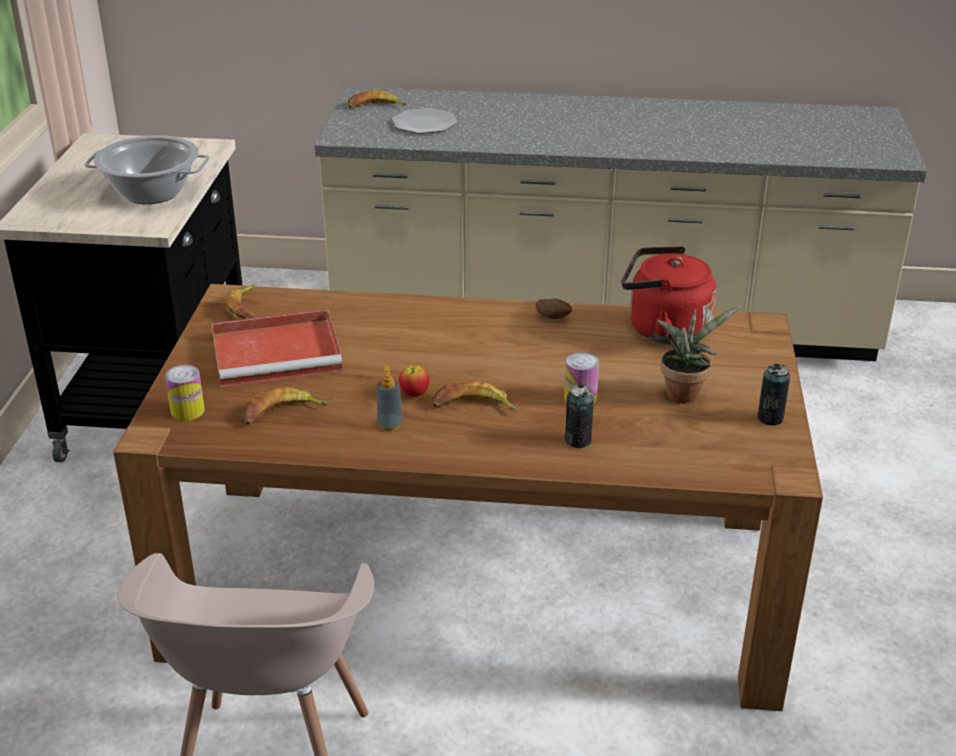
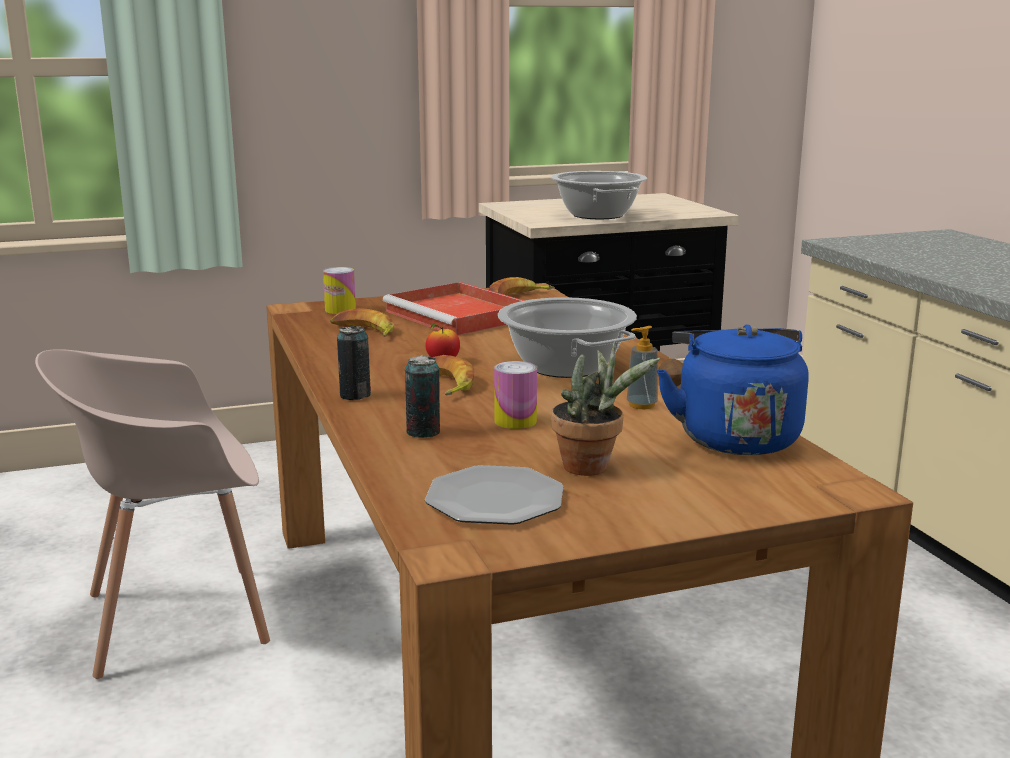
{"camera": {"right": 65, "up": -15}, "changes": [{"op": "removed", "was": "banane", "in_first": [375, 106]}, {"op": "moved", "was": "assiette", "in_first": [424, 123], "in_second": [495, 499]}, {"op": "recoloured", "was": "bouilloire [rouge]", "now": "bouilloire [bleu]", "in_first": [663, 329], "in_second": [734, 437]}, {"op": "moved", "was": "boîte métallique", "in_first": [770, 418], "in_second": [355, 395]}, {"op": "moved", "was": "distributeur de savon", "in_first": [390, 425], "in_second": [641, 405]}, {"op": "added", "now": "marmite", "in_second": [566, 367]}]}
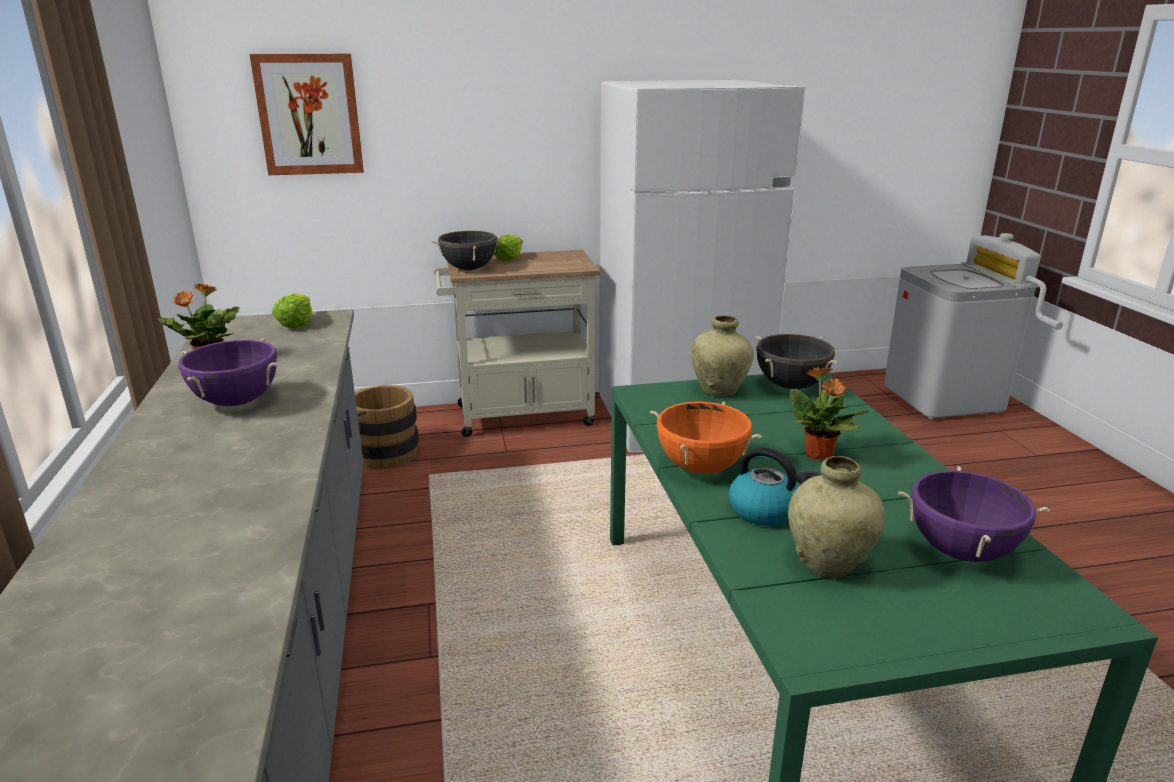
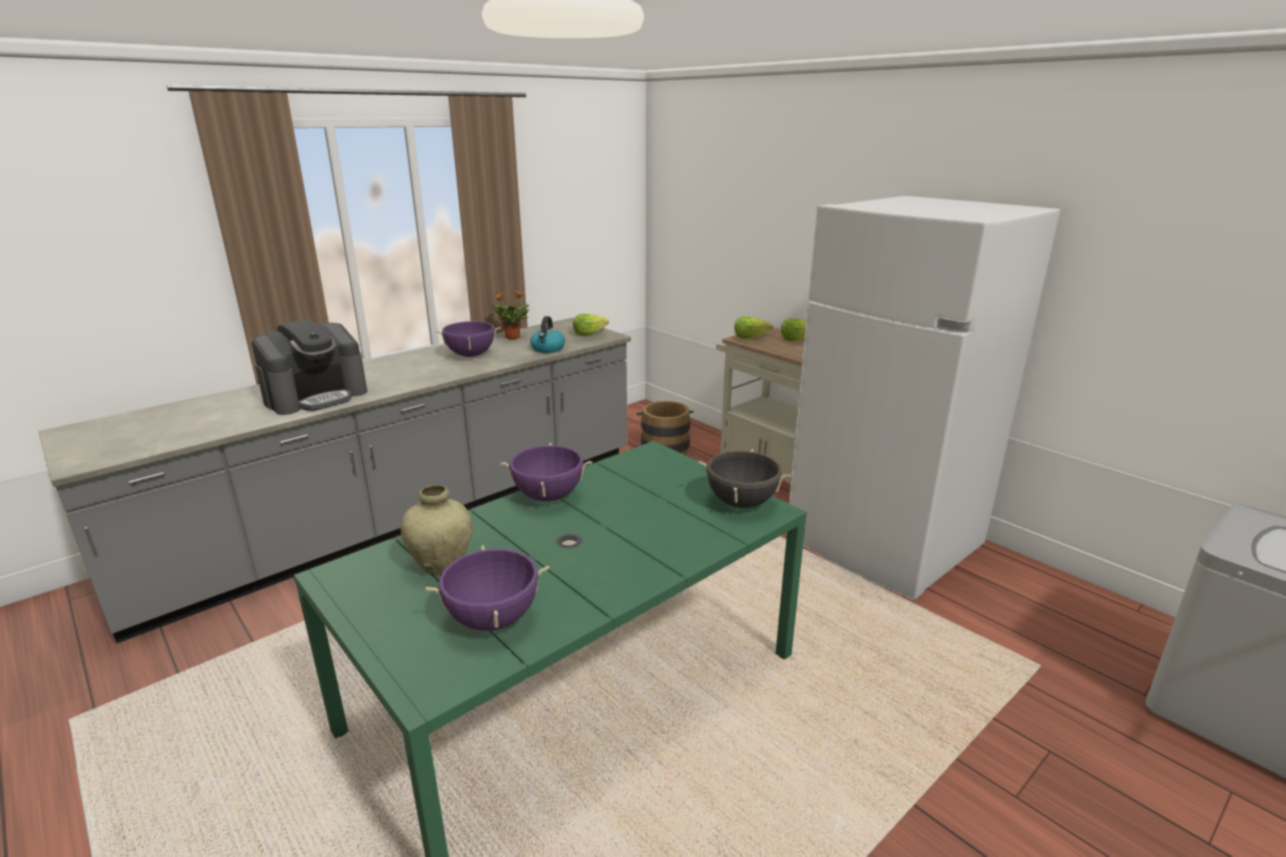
{"camera": {"right": 60, "up": 0}, "changes": [{"op": "removed", "was": "tableau", "in_first": [309, 115]}, {"op": "replaced", "was": "marmite [noir]", "now": "laitue", "in_first": [469, 269], "in_second": [750, 337]}, {"op": "removed", "was": "vase [beige]", "in_first": [719, 391]}, {"op": "removed", "was": "plante en pot", "in_first": [819, 455]}, {"op": "recoloured", "was": "marmite [orange]", "now": "marmite [violet]", "in_first": [700, 467], "in_second": [548, 496]}, {"op": "moved", "was": "bouilloire", "in_first": [765, 511], "in_second": [548, 349]}, {"op": "added", "now": "machine à café", "in_second": [316, 396]}]}
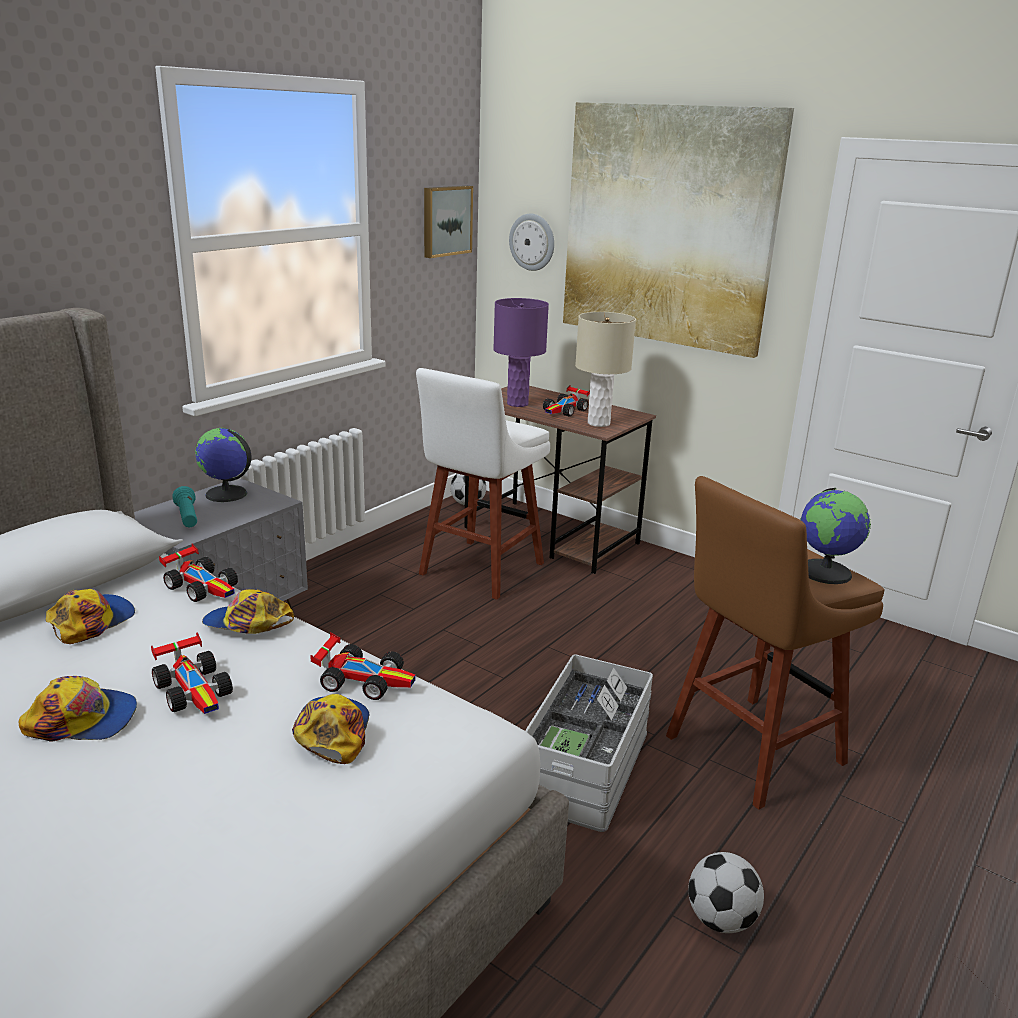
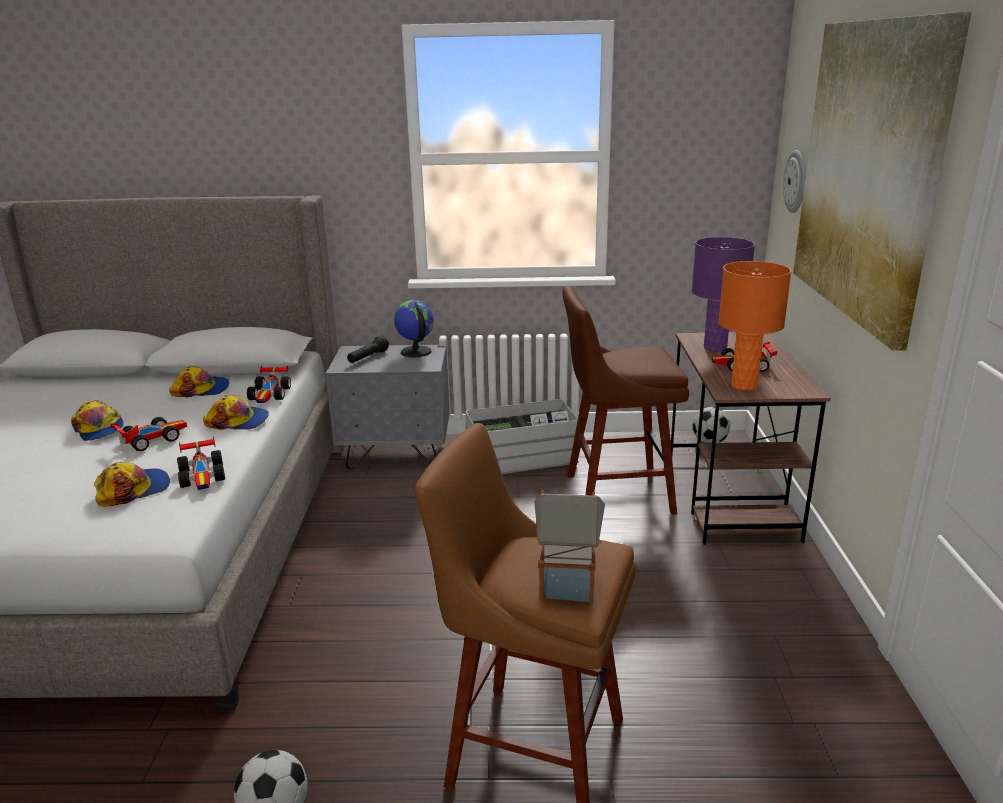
{"camera": {"right": 55, "up": 0}, "changes": [{"op": "removed", "was": "tableau", "in_first": [445, 221]}, {"op": "recoloured", "was": "lampe de table [beige]", "now": "lampe de table [orange]", "in_first": [598, 423], "in_second": [743, 385]}, {"op": "recoloured", "was": "tabouret [blanc]", "now": "tabouret [marron]", "in_first": [479, 570], "in_second": [616, 493]}, {"op": "recoloured", "was": "lampe de poche [turquoise]", "now": "lampe de poche [noir]", "in_first": [187, 517], "in_second": [368, 358]}, {"op": "replaced", "was": "globe", "now": "maison miniature", "in_first": [826, 572], "in_second": [569, 584]}, {"op": "turned", "was": "casquette", "in_first": [247, 624], "in_second": [238, 421], "clockwise": 120}, {"op": "turned", "was": "petite voiture", "in_first": [195, 689], "in_second": [151, 439], "clockwise": -150}, {"op": "moved", "was": "boîte de rangement [gris]", "in_first": [583, 765], "in_second": [521, 456]}]}
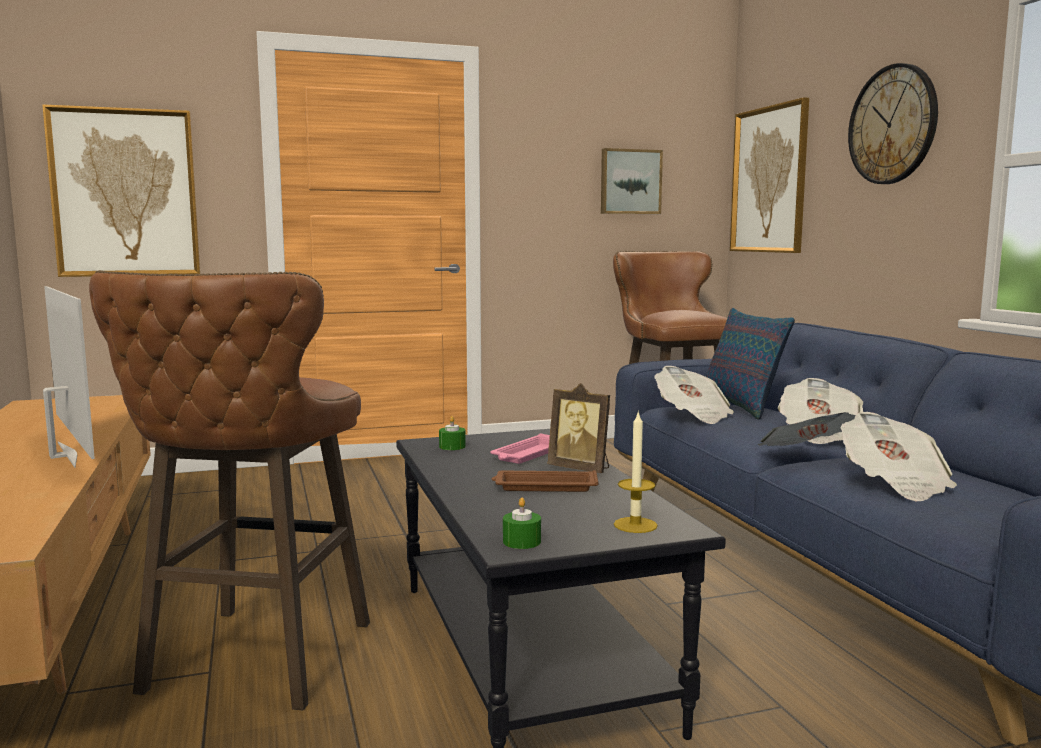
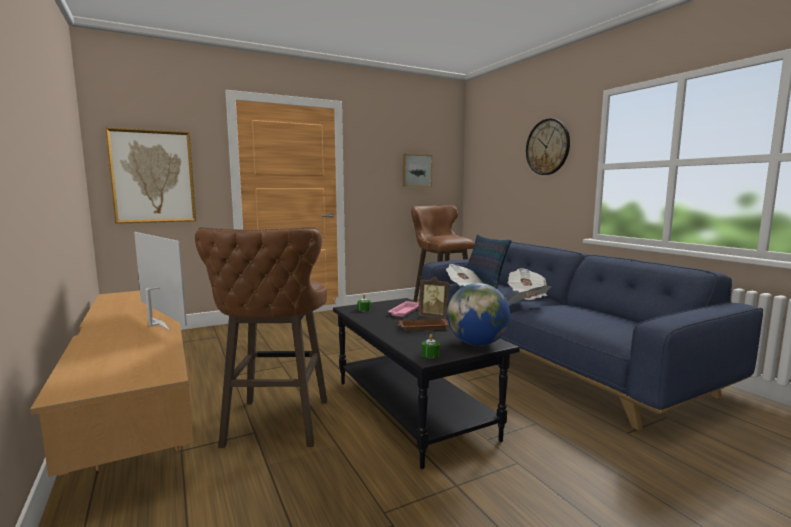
{"camera": {"right": -10, "up": 0}, "changes": [{"op": "removed", "was": "tableau", "in_first": [769, 180]}, {"op": "replaced", "was": "bougie", "now": "globe", "in_first": [635, 525], "in_second": [477, 343]}, {"op": "removed", "was": "journal", "in_first": [894, 484]}]}
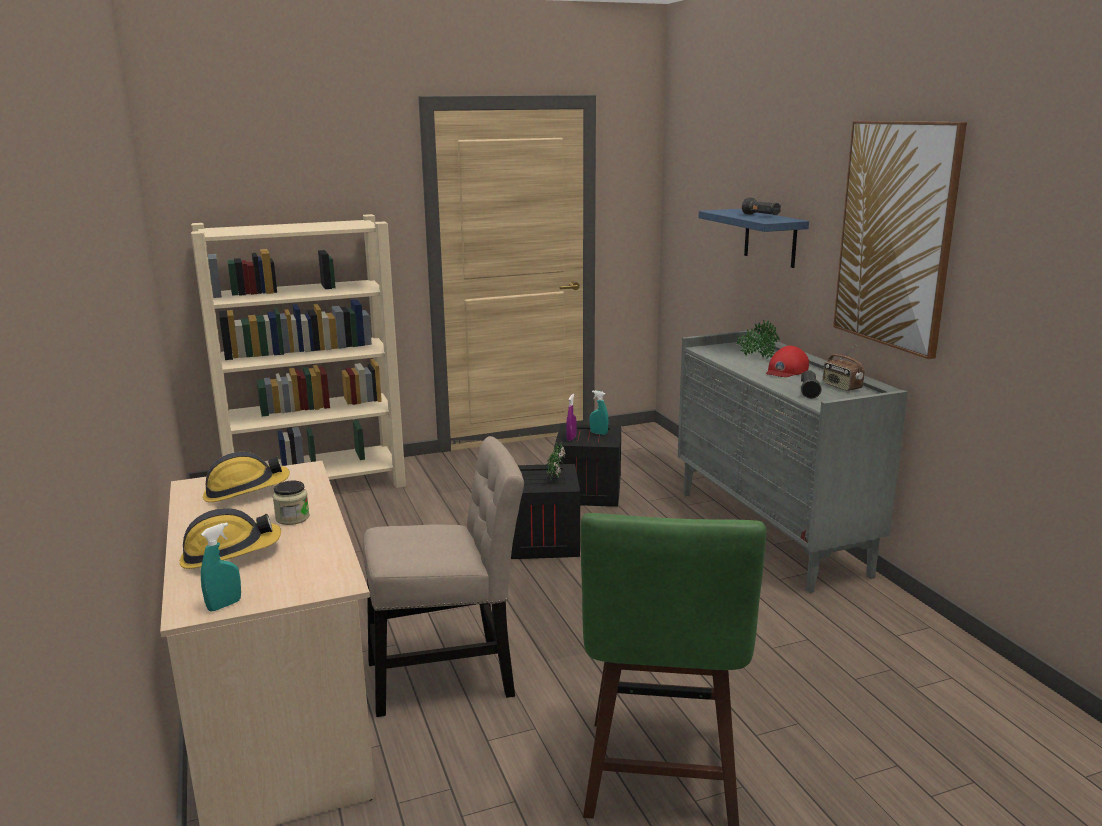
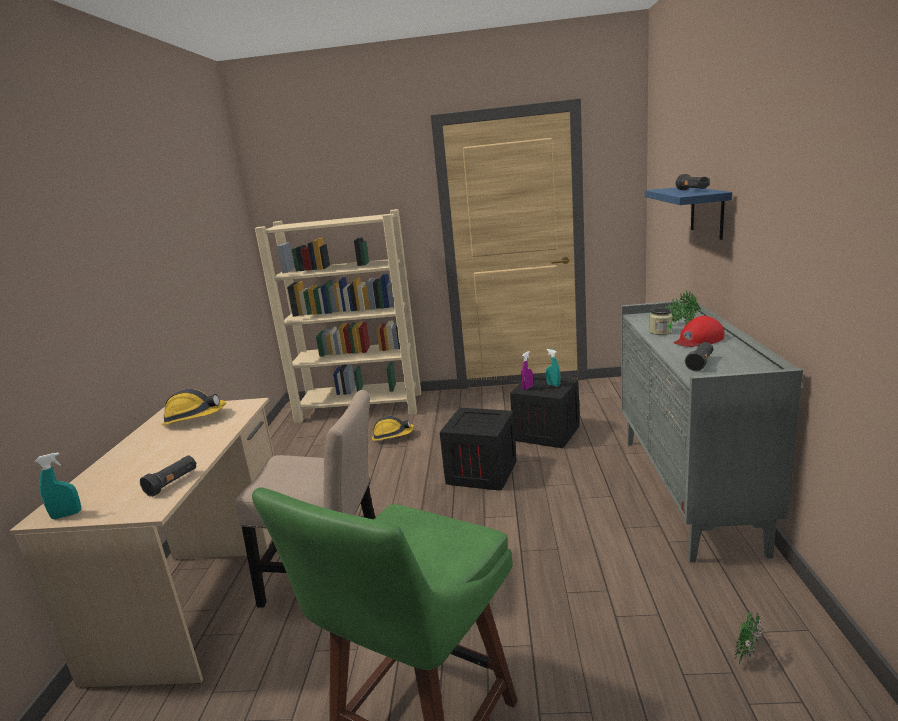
{"camera": {"right": 25, "up": 0}, "changes": [{"op": "removed", "was": "tableau", "in_first": [896, 235]}, {"op": "removed", "was": "radio", "in_first": [841, 387]}, {"op": "moved", "was": "plante en pot", "in_first": [556, 477], "in_second": [746, 652]}, {"op": "moved", "was": "bocal", "in_first": [292, 518], "in_second": [660, 332]}, {"op": "moved", "was": "casque de chantier", "in_first": [229, 553], "in_second": [392, 435]}, {"op": "added", "now": "lampe de poche [noir]", "in_second": [173, 483]}]}
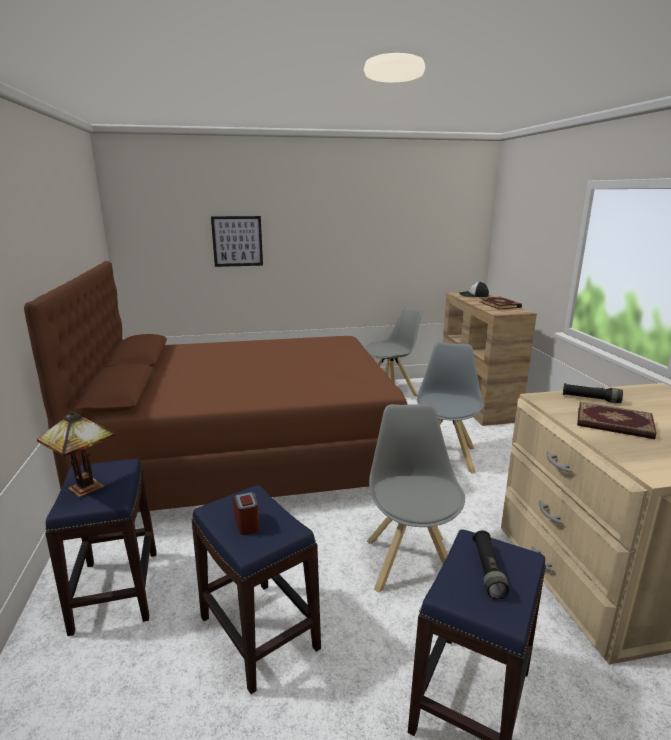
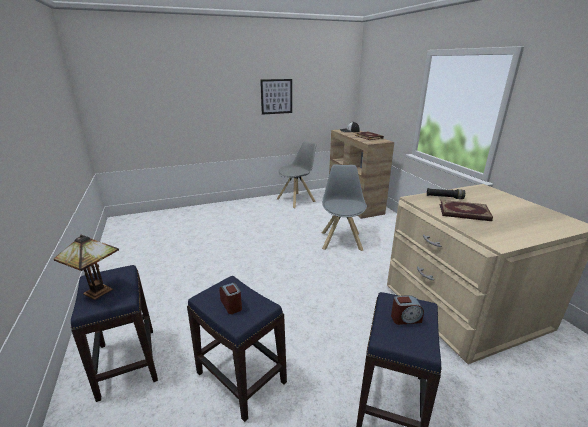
{"camera": {"right": -10, "up": 5}, "changes": [{"op": "moved", "was": "tableau", "in_first": [237, 241], "in_second": [276, 96]}, {"op": "removed", "was": "lit [marron]", "in_first": [250, 452]}, {"op": "removed", "was": "chaise [gris]", "in_first": [410, 560]}, {"op": "replaced", "was": "lampe de poche [noir]", "now": "réveil", "in_first": [488, 570], "in_second": [405, 318]}]}
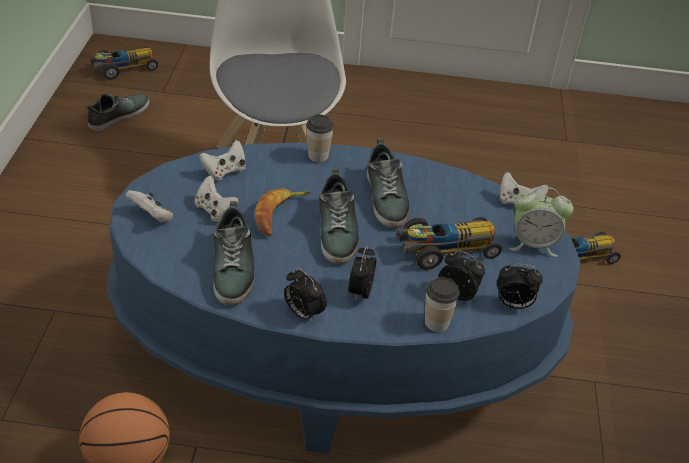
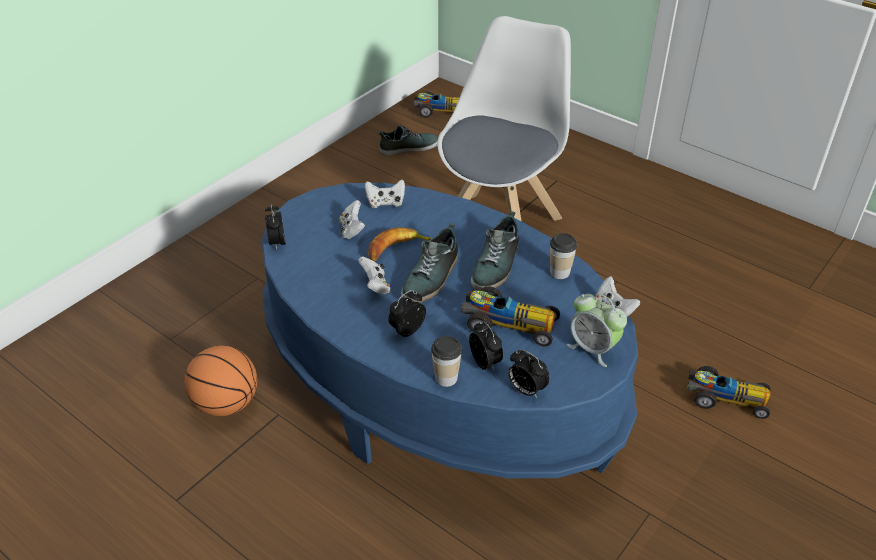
{"camera": {"right": 35, "up": 0}, "changes": [{"op": "moved", "was": "tasse", "in_first": [318, 156], "in_second": [560, 272]}, {"op": "moved", "was": "manette [blanc]", "in_first": [152, 217], "in_second": [375, 286]}, {"op": "removed", "was": "chaussure", "in_first": [234, 268]}, {"op": "moved", "was": "réveil", "in_first": [303, 313], "in_second": [277, 243]}]}
